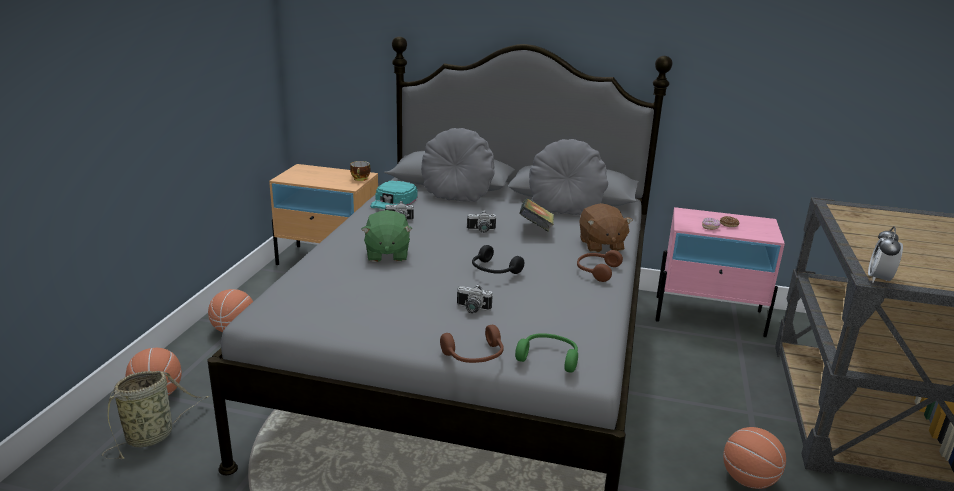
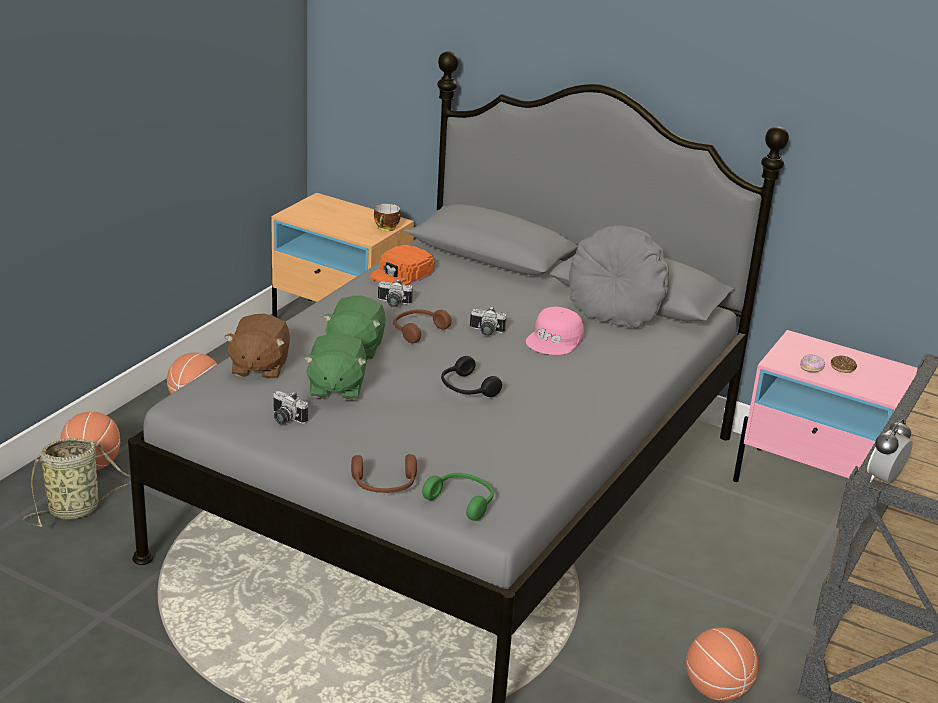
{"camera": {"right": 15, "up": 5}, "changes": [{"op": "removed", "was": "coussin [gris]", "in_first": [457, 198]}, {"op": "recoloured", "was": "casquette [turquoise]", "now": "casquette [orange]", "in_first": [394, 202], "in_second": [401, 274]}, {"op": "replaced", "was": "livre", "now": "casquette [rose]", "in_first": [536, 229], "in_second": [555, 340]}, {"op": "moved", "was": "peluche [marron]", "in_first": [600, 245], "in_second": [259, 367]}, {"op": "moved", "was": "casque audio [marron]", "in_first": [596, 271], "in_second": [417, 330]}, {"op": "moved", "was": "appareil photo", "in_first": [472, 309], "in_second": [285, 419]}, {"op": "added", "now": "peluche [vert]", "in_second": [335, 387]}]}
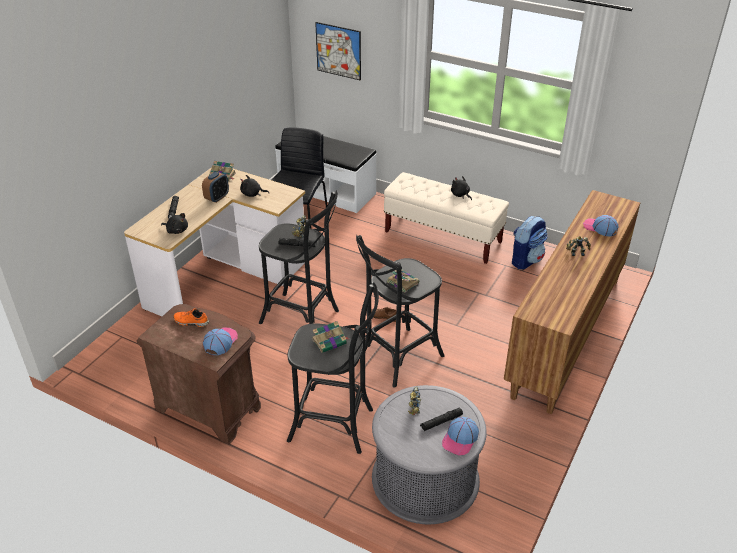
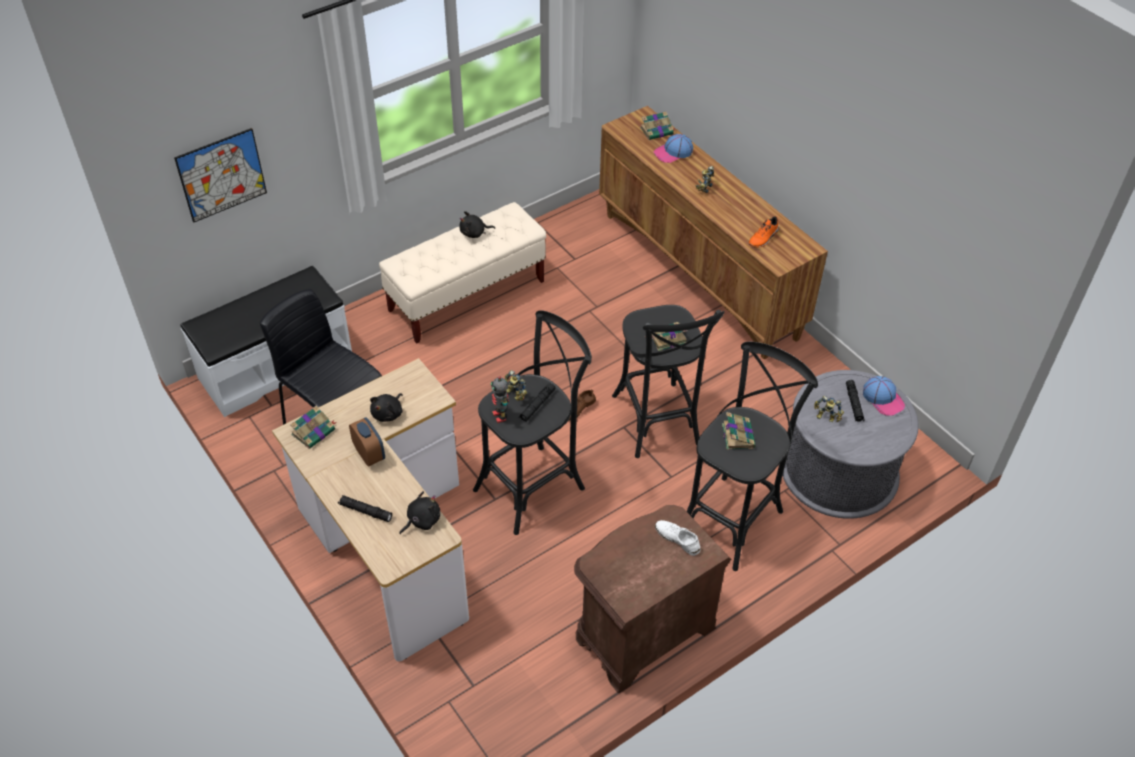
{"camera": {"right": -65, "up": 10}, "changes": [{"op": "removed", "was": "sac à dos", "in_first": [526, 260]}, {"op": "moved", "was": "chaussure [orange]", "in_first": [191, 322], "in_second": [763, 238]}, {"op": "replaced", "was": "casquette", "now": "chaussure [blanc]", "in_first": [220, 342], "in_second": [677, 539]}, {"op": "added", "now": "livre", "in_second": [657, 131]}, {"op": "added", "now": "robot jouet", "in_second": [500, 416]}]}
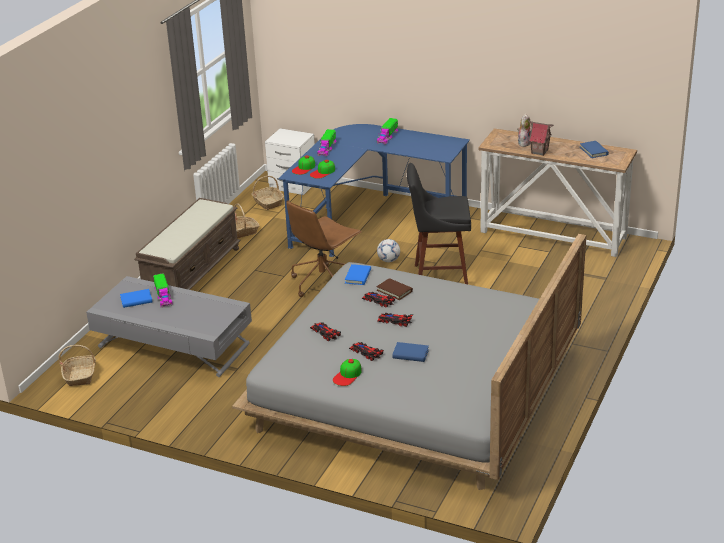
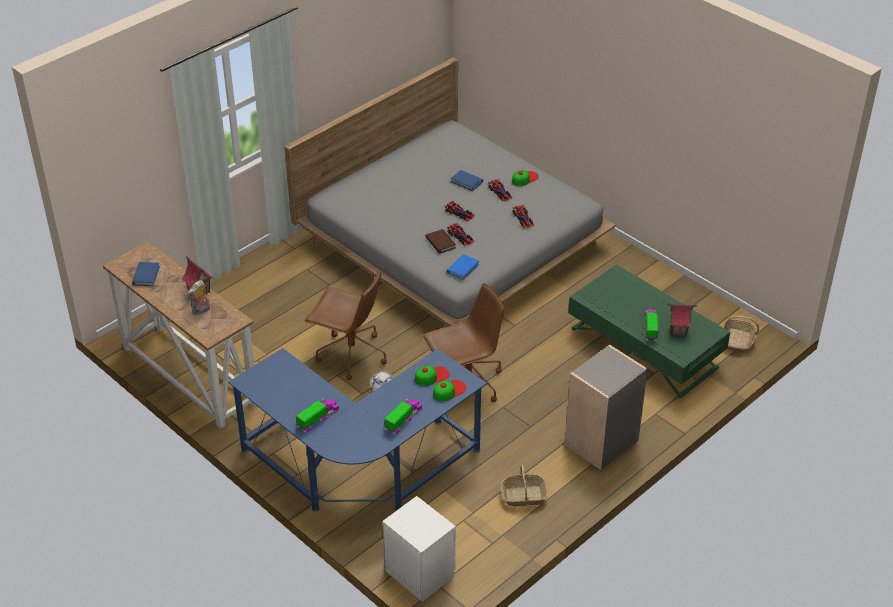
{"camera": {"right": -160, "up": 10}, "changes": [{"op": "replaced", "was": "tabouret [noir]", "now": "chaise de bureau [marron]", "in_first": [439, 277], "in_second": [349, 354]}, {"op": "removed", "was": "panier", "in_first": [267, 202]}, {"op": "replaced", "was": "banc [marron]", "now": "bibliothèque [gris]", "in_first": [192, 273], "in_second": [601, 443]}, {"op": "recoloured", "was": "table basse [gris]", "now": "table basse [vert]", "in_first": [174, 346], "in_second": [643, 348]}, {"op": "replaced", "was": "livre [bleu]", "now": "maison miniature", "in_first": [136, 300], "in_second": [678, 331]}]}
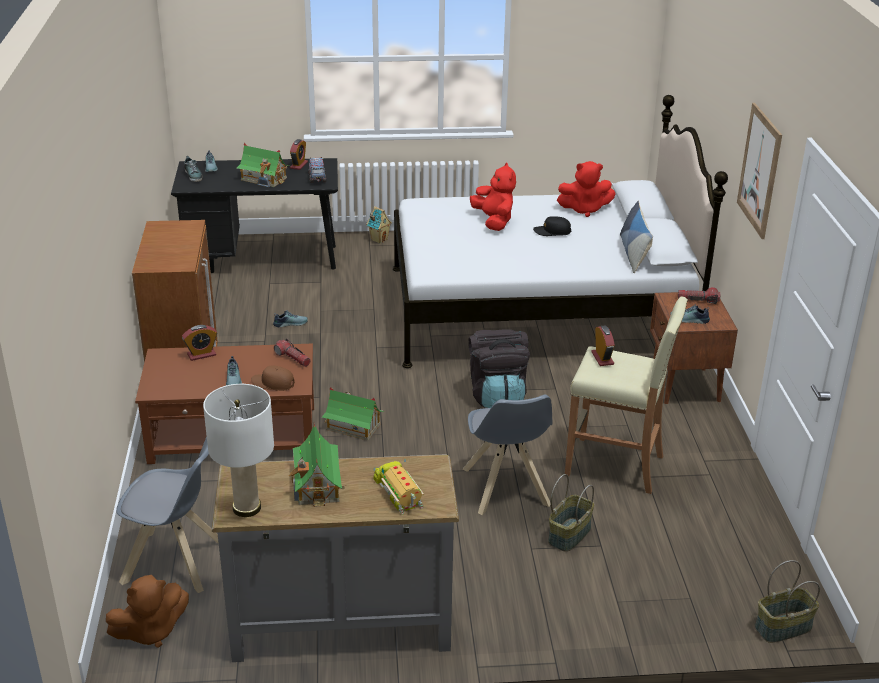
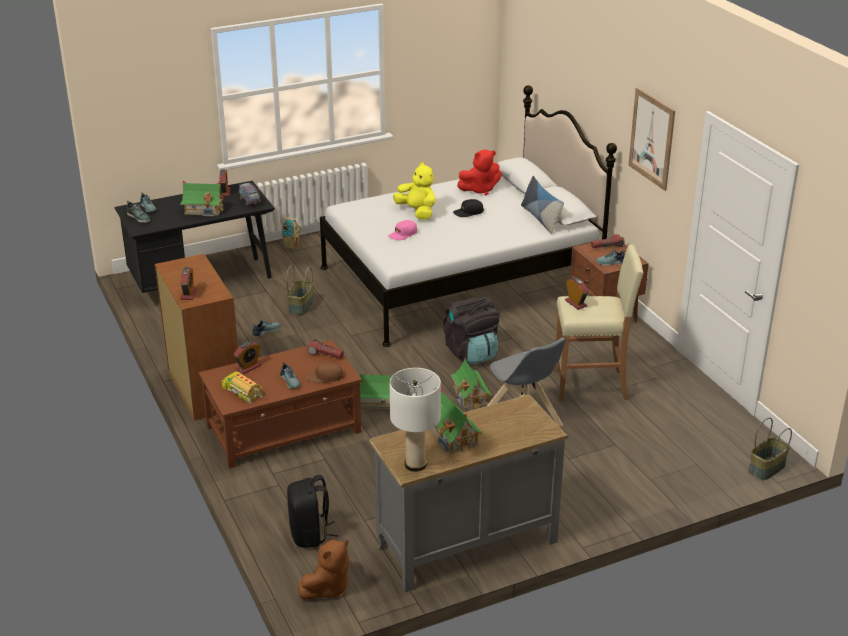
{"camera": {"right": -20, "up": 0}, "changes": [{"op": "recoloured", "was": "peluche [rouge]", "now": "peluche [jaune]", "in_first": [494, 221], "in_second": [417, 212]}, {"op": "replaced", "was": "chaise [gris]", "now": "sac à dos [noir]", "in_first": [176, 562], "in_second": [310, 534]}, {"op": "moved", "was": "camion jouet", "in_first": [399, 492], "in_second": [243, 391]}, {"op": "moved", "was": "panier", "in_first": [569, 534], "in_second": [301, 306]}, {"op": "added", "now": "casquette [rose]", "in_second": [403, 234]}, {"op": "added", "now": "réveil", "in_second": [188, 294]}, {"op": "added", "now": "maison miniature", "in_second": [470, 395]}]}
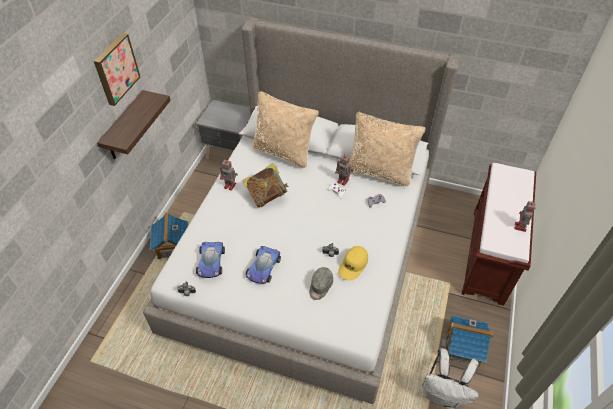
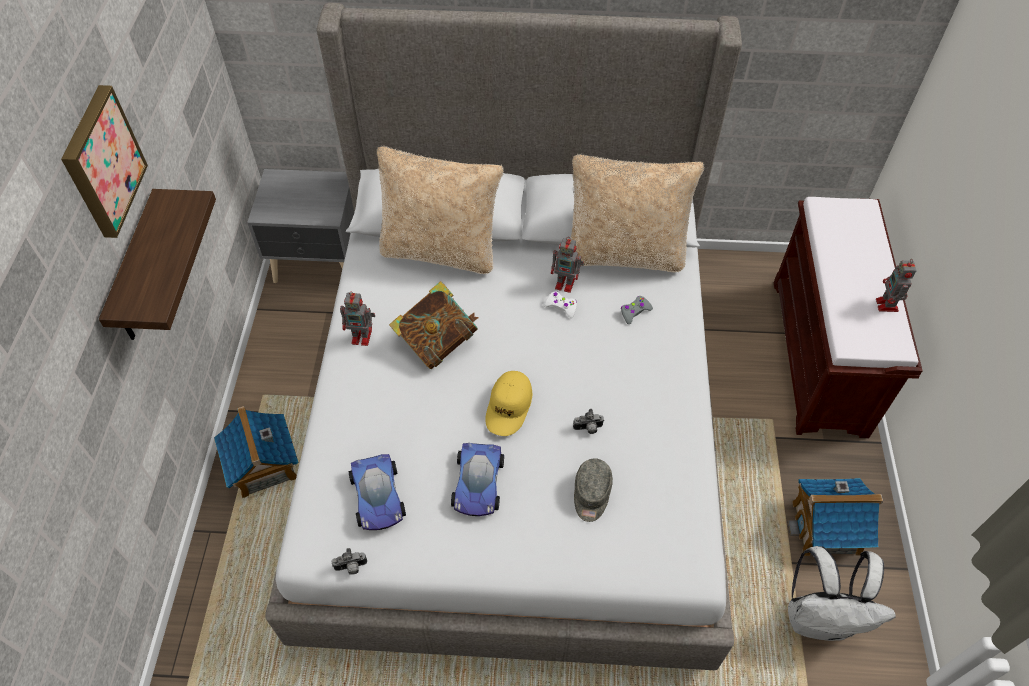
{"camera": {"right": -15, "up": 5}, "changes": [{"op": "moved", "was": "casquette [jaune]", "in_first": [353, 265], "in_second": [509, 407]}]}
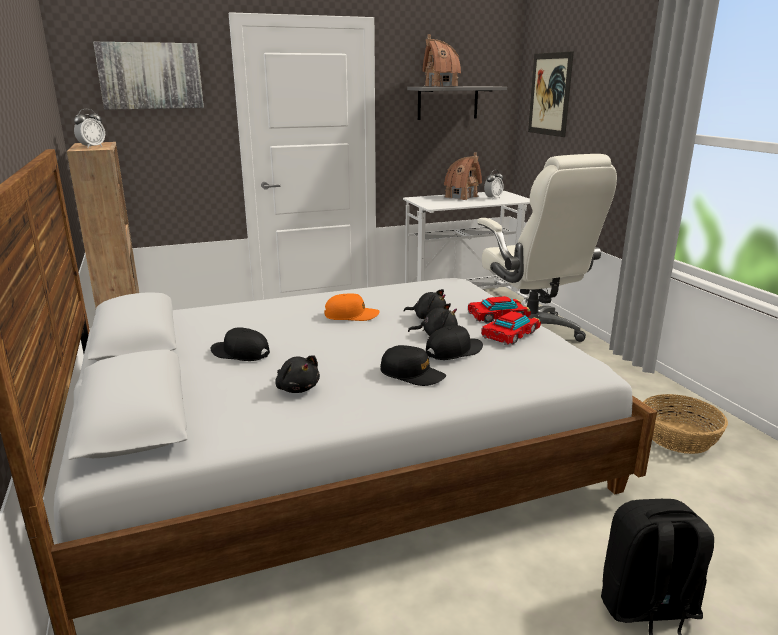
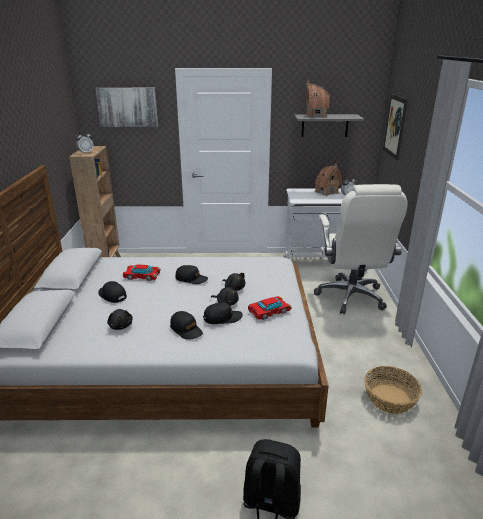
{"camera": {"right": 20, "up": 5}, "changes": [{"op": "recoloured", "was": "casquette [orange]", "now": "casquette [noir]", "in_first": [351, 315], "in_second": [191, 279]}, {"op": "moved", "was": "petite voiture", "in_first": [498, 315], "in_second": [142, 275]}]}
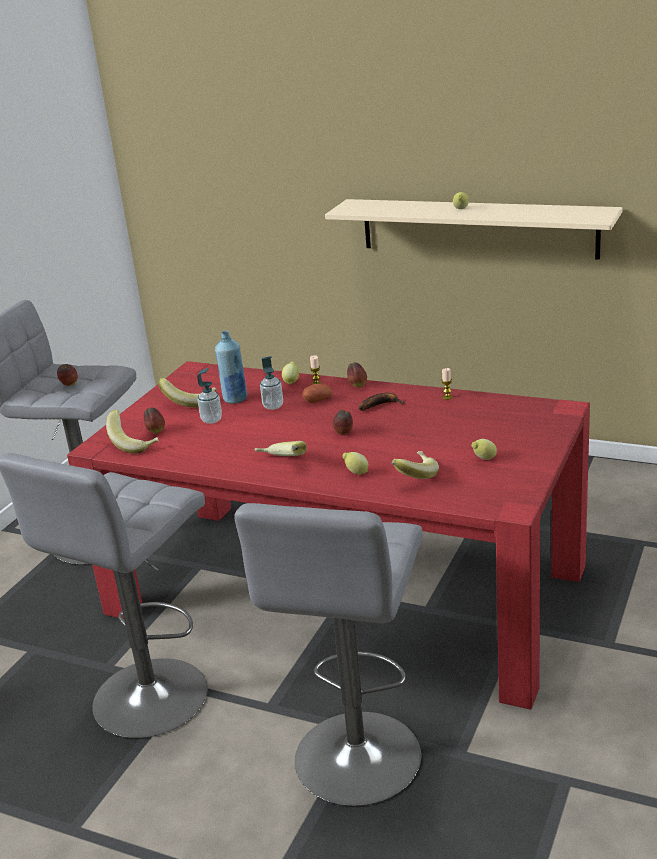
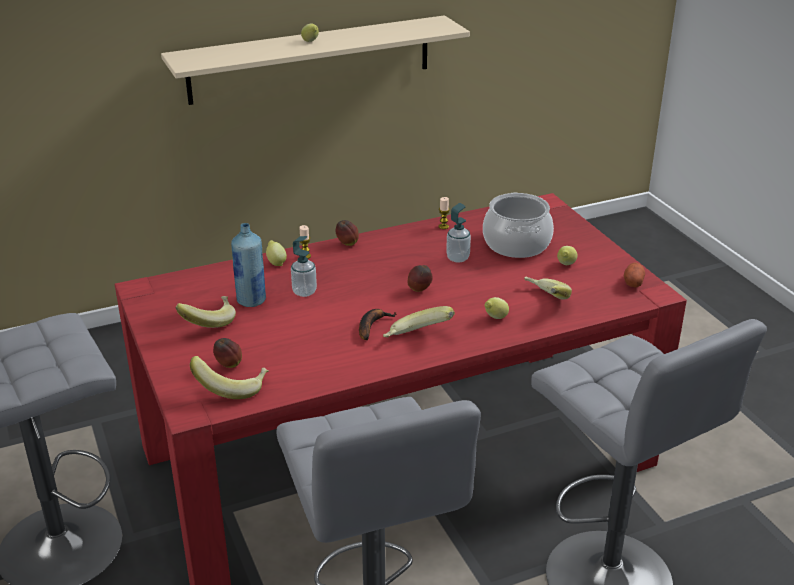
{"camera": {"right": -50, "up": 5}, "changes": [{"op": "removed", "was": "pomme", "in_first": [69, 385]}, {"op": "moved", "was": "distributeur de savon", "in_first": [211, 420], "in_second": [457, 258]}, {"op": "moved", "was": "pomme de terre", "in_first": [318, 400], "in_second": [633, 282]}, {"op": "moved", "was": "banane", "in_first": [381, 405], "in_second": [371, 326]}, {"op": "added", "now": "marmite", "in_second": [516, 244]}]}
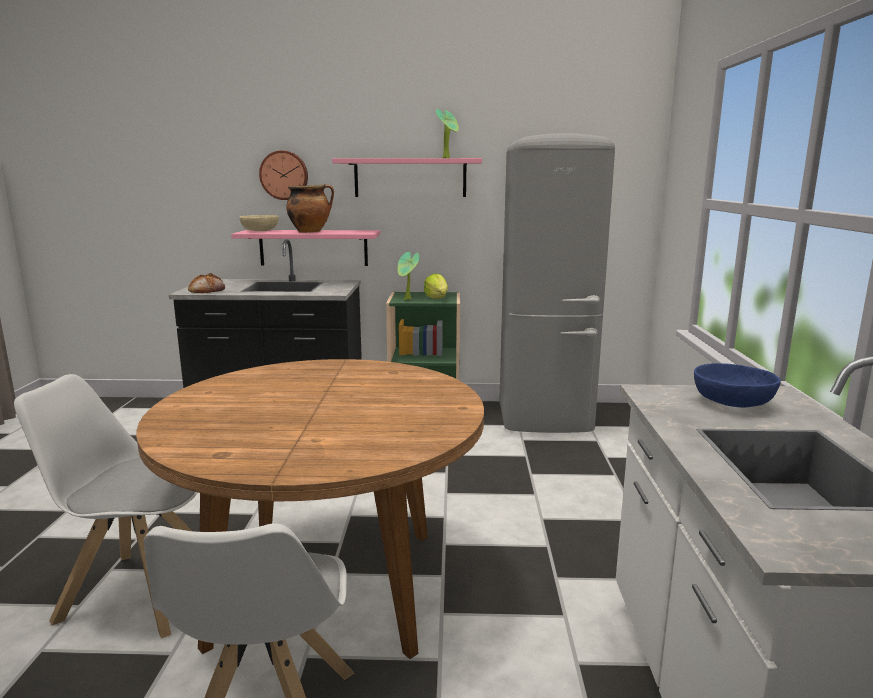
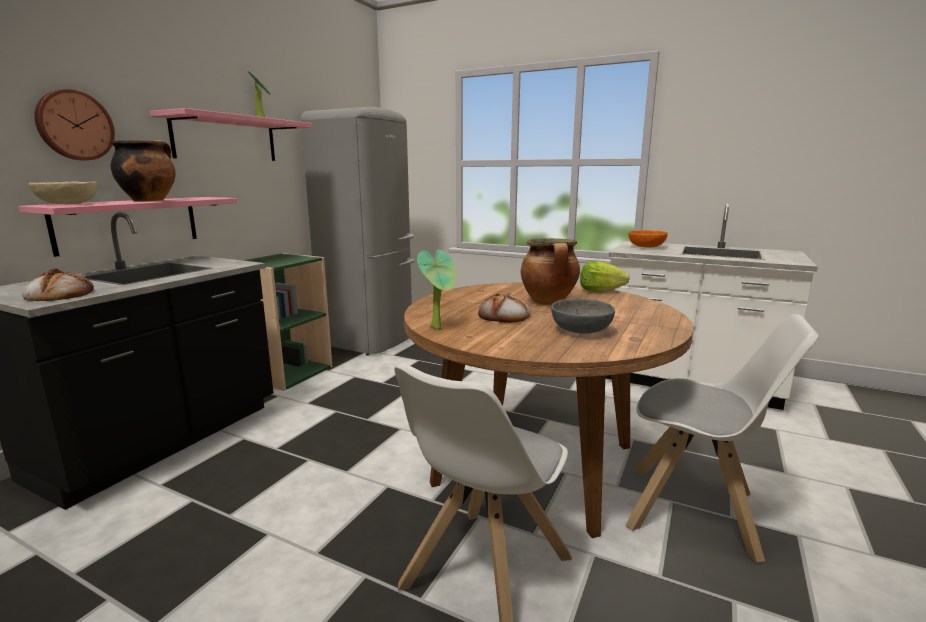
{"camera": {"right": -65, "up": 0}, "changes": [{"op": "moved", "was": "plante en pot", "in_first": [407, 300], "in_second": [439, 327]}, {"op": "moved", "was": "laitue", "in_first": [437, 298], "in_second": [600, 291]}, {"op": "recoloured", "was": "bol [bleu]", "now": "bol [orange]", "in_first": [732, 402], "in_second": [646, 247]}, {"op": "added", "now": "marmite", "in_second": [549, 302]}, {"op": "added", "now": "pain", "in_second": [504, 316]}, {"op": "added", "now": "bol [gris]", "in_second": [580, 330]}]}
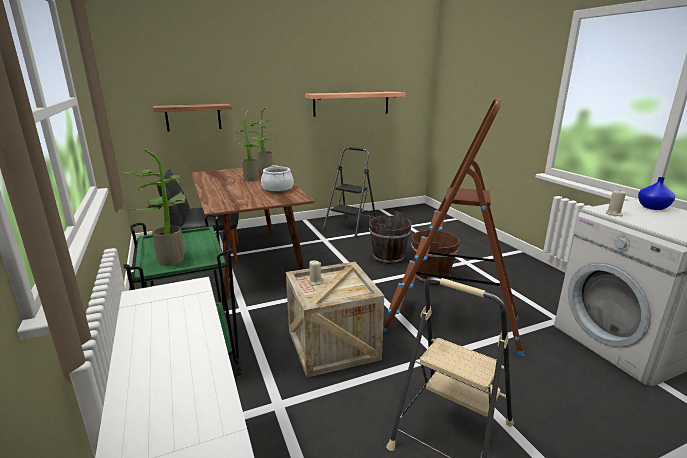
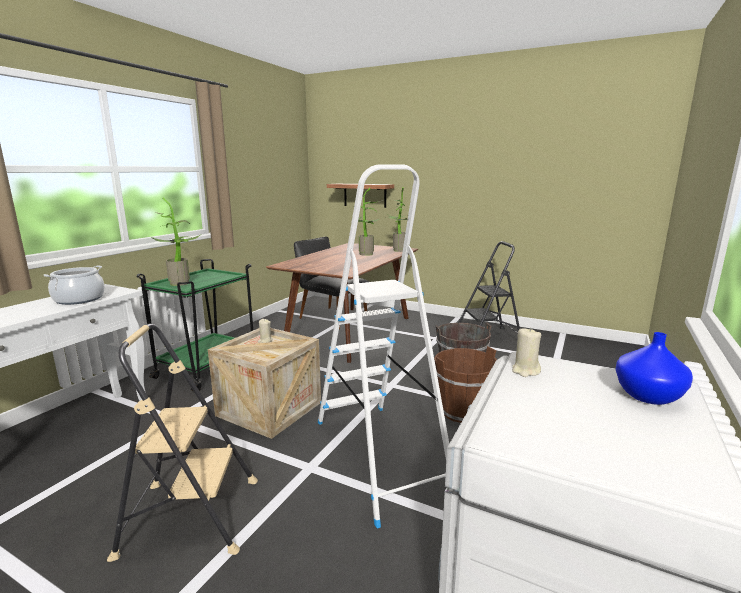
{"camera": {"right": 50, "up": -5}, "changes": [{"op": "removed", "was": "étagère", "in_first": [351, 103]}, {"op": "recoloured", "was": "escabeau [marron]", "now": "escabeau [blanc]", "in_first": [450, 324], "in_second": [378, 455]}, {"op": "moved", "was": "marmite", "in_first": [278, 189], "in_second": [79, 299]}]}
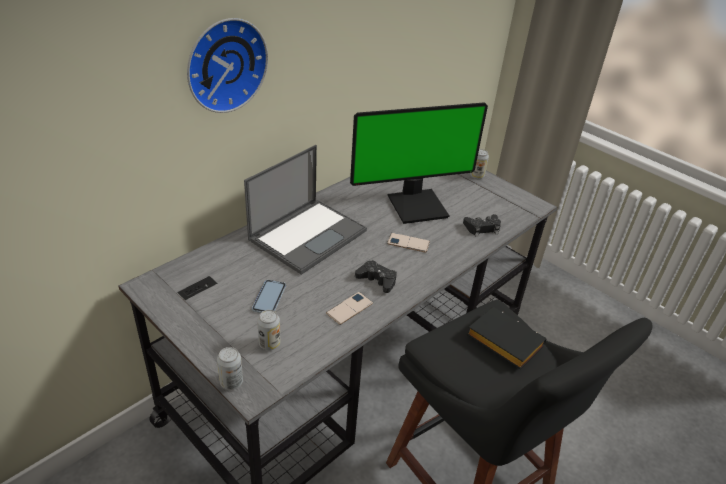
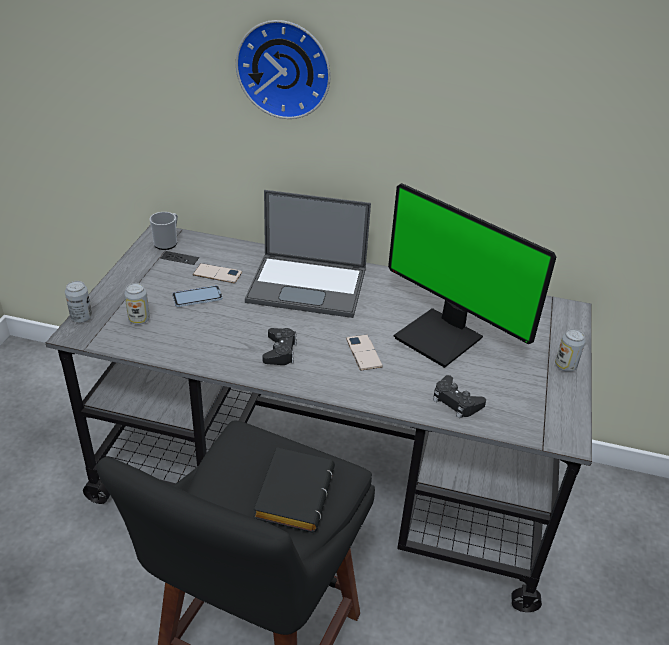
{"camera": {"right": 60, "up": 0}, "changes": [{"op": "moved", "was": "téléphone", "in_first": [349, 308], "in_second": [217, 274]}, {"op": "added", "now": "mug", "in_second": [167, 242]}]}
